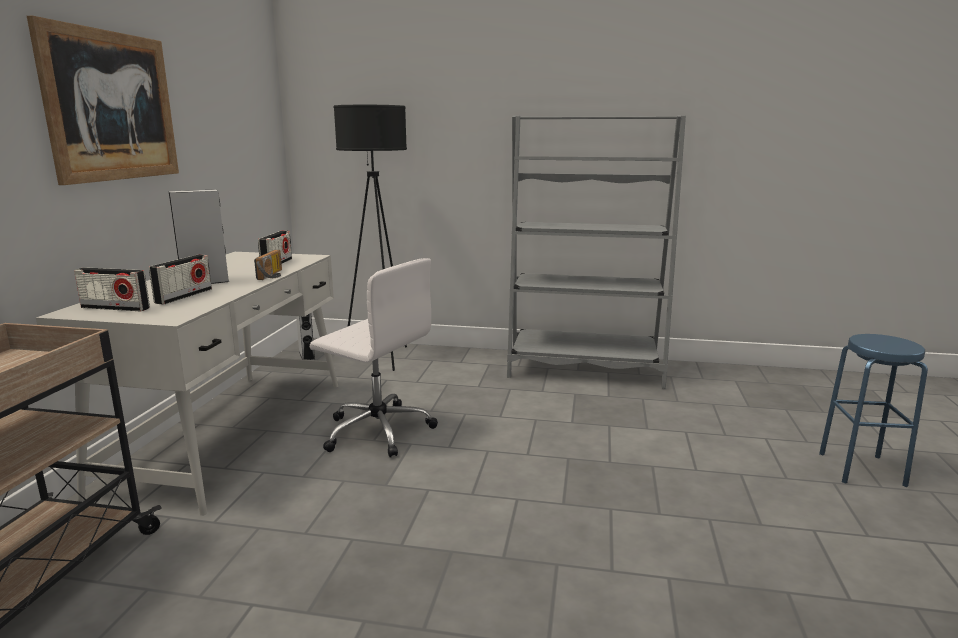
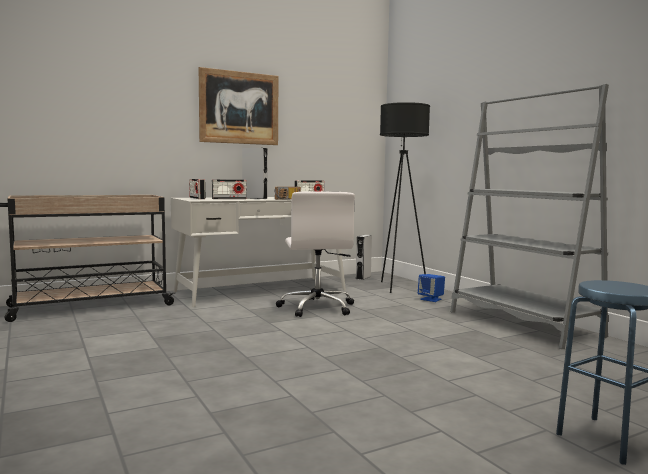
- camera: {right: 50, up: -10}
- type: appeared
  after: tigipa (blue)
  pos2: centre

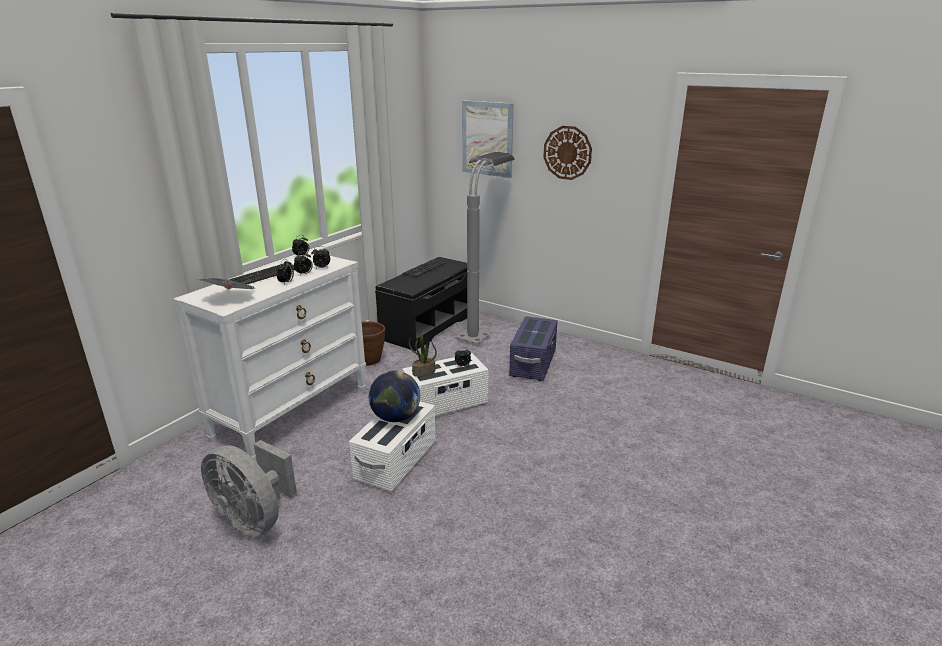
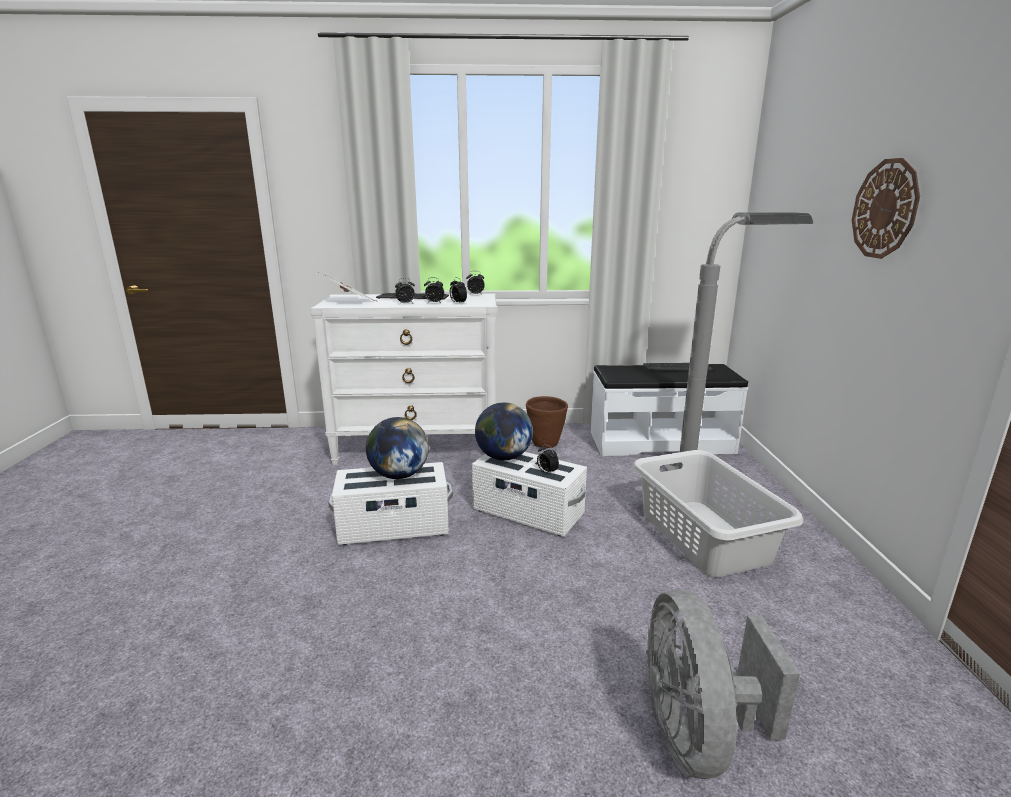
- camera: {right: 55, up: -5}
- type: exchanged
  before: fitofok
  after: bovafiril (no. 2 from left)
  pos1: centre
  pos2: centre
- type: colour
  before: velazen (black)
  after: velazen (white)
  pos1: centre
  pos2: centre
- type: exchanged
  before: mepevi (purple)
  after: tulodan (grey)
  pos1: centre
  pos2: middle right
- type: relocated
  before: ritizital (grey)
  pos1: bottom left
  pos2: bottom right
- type: missing
  before: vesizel
  pos1: top centre

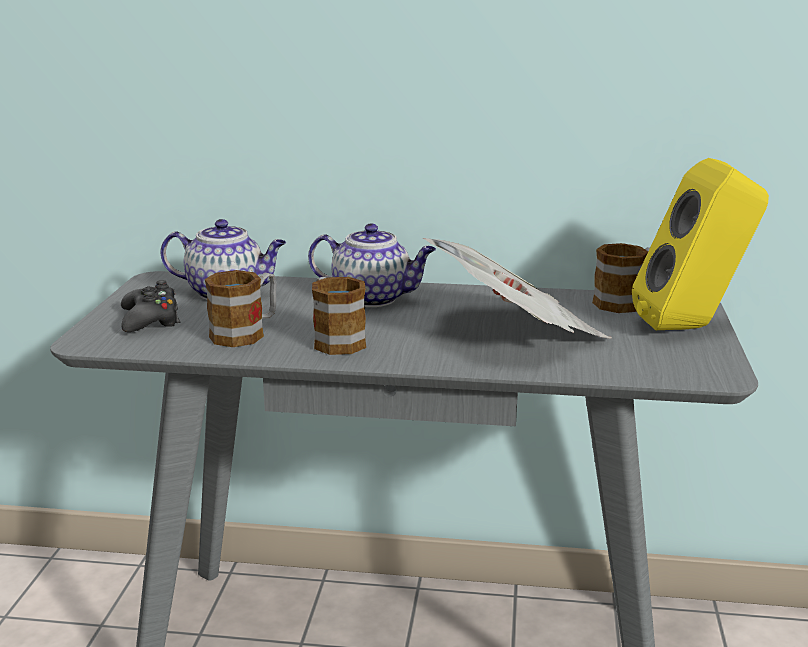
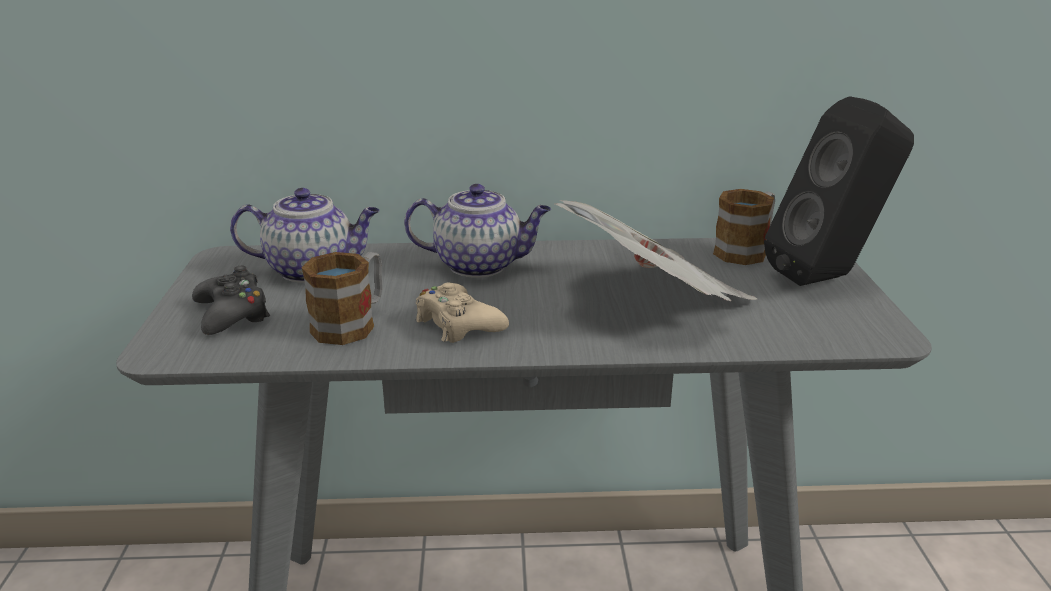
- camera: {right: -10, up: 5}
- type: exchanged
  before: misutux (no. 2 from left)
  after: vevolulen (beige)
  pos1: centre
  pos2: centre
- type: colour
  before: tigipa (yellow)
  after: tigipa (black)
  pos1: middle right
  pos2: top right

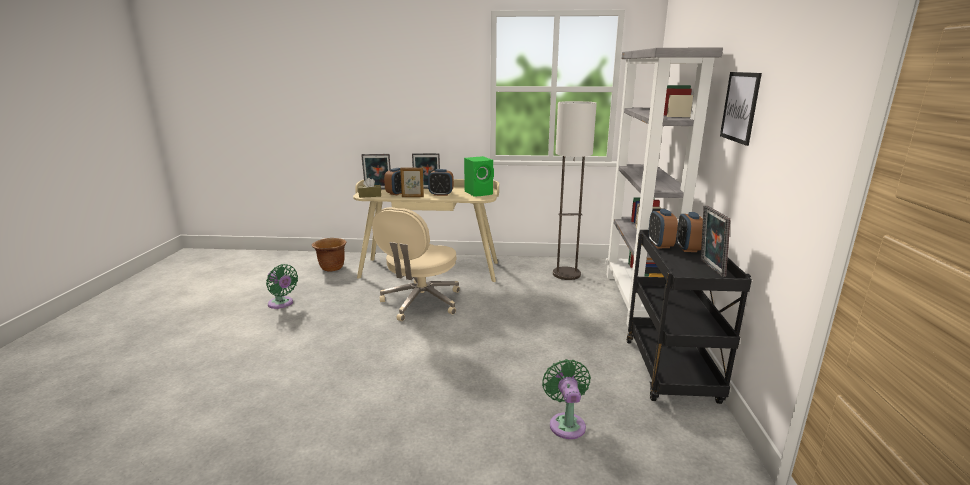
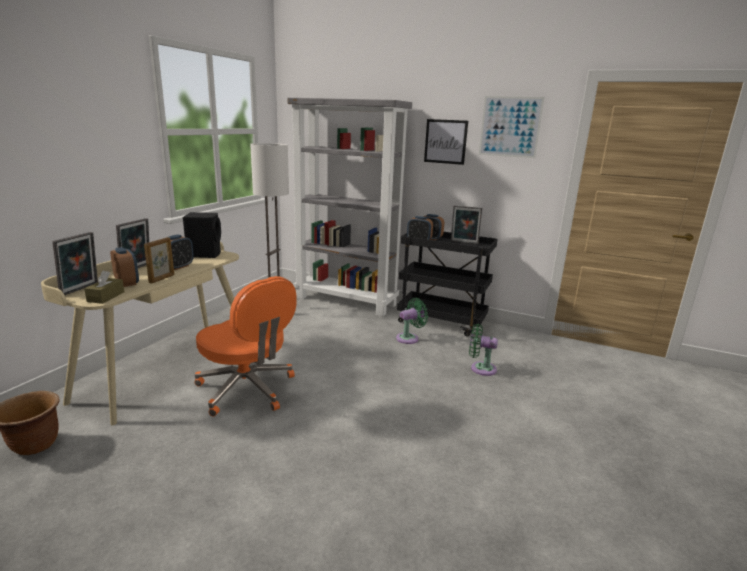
- camera: {right: -70, up: 0}
- type: colour
  before: tigipa (green)
  after: tigipa (black)
  pos1: centre
  pos2: middle left
- type: colour
  before: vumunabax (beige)
  after: vumunabax (orange)
  pos1: centre
  pos2: middle left
- type: relocated
  before: ritizital (green) (no. 1 from left)
  pos1: middle left
  pos2: centre
- type: appeared
  after: vesizel (no. 2 from left)
  pos2: top right

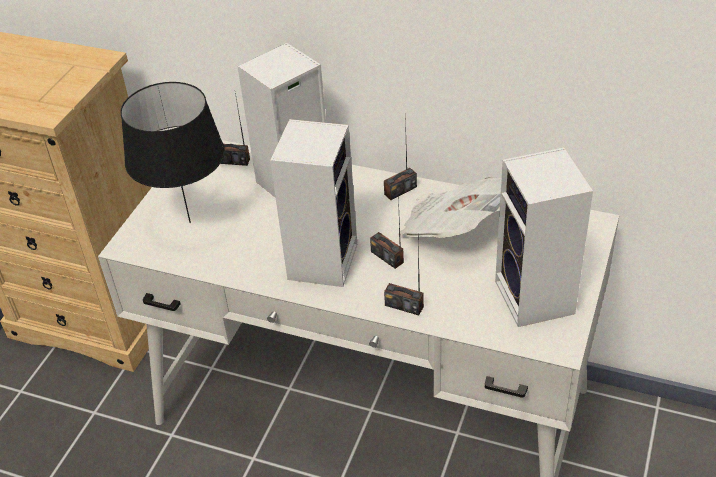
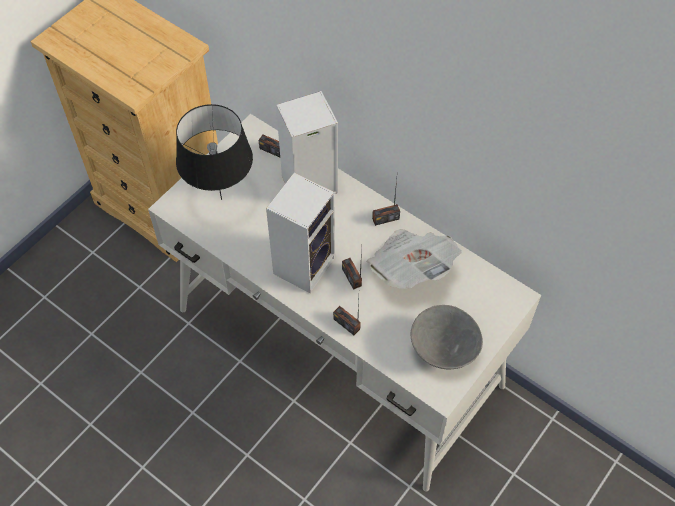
- camera: {right: 15, up: 15}
- type: exchanged
  before: tigipa (no. 3 from left)
  after: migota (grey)
  pos1: middle right
  pos2: centre

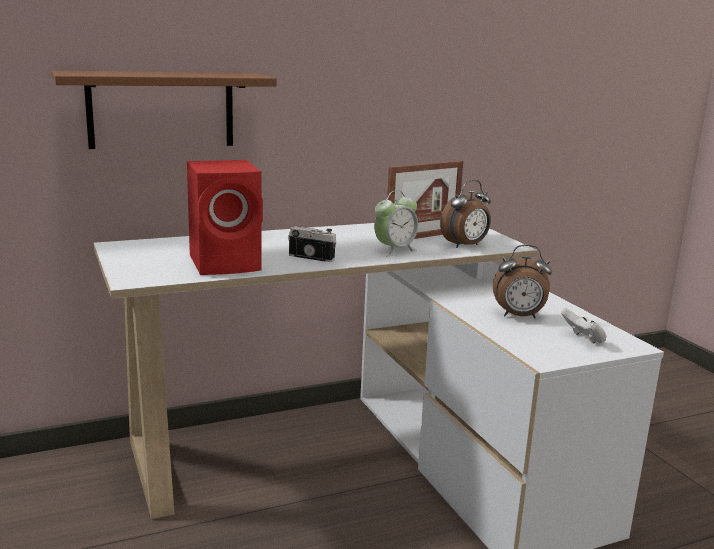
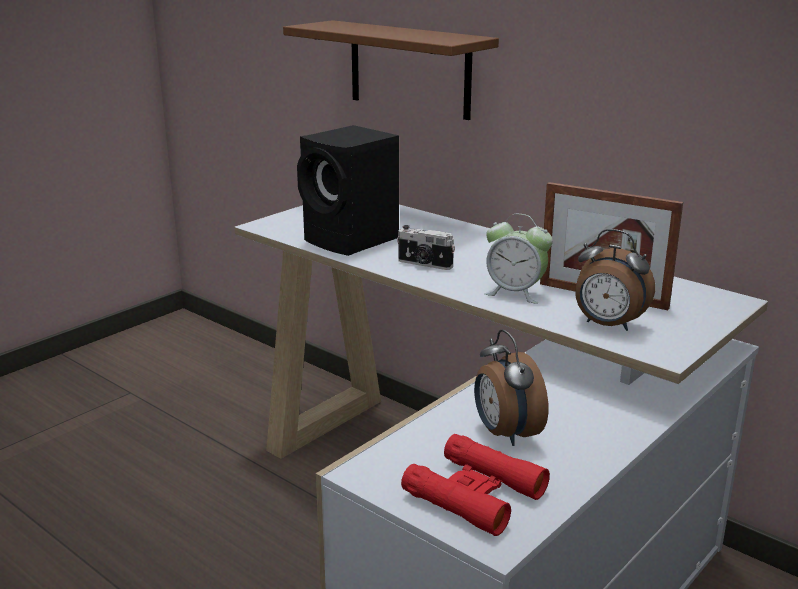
- camera: {right: 65, up: 5}
- type: colour
  before: tigipa (red)
  after: tigipa (black)
  pos1: middle left
  pos2: top centre
- type: spun
  before: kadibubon
  pos1: centre
  pos2: centre
  turn: 120
- type: exchanged
  before: vevolulen (white)
  after: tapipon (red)
  pos1: middle right
  pos2: bottom centre

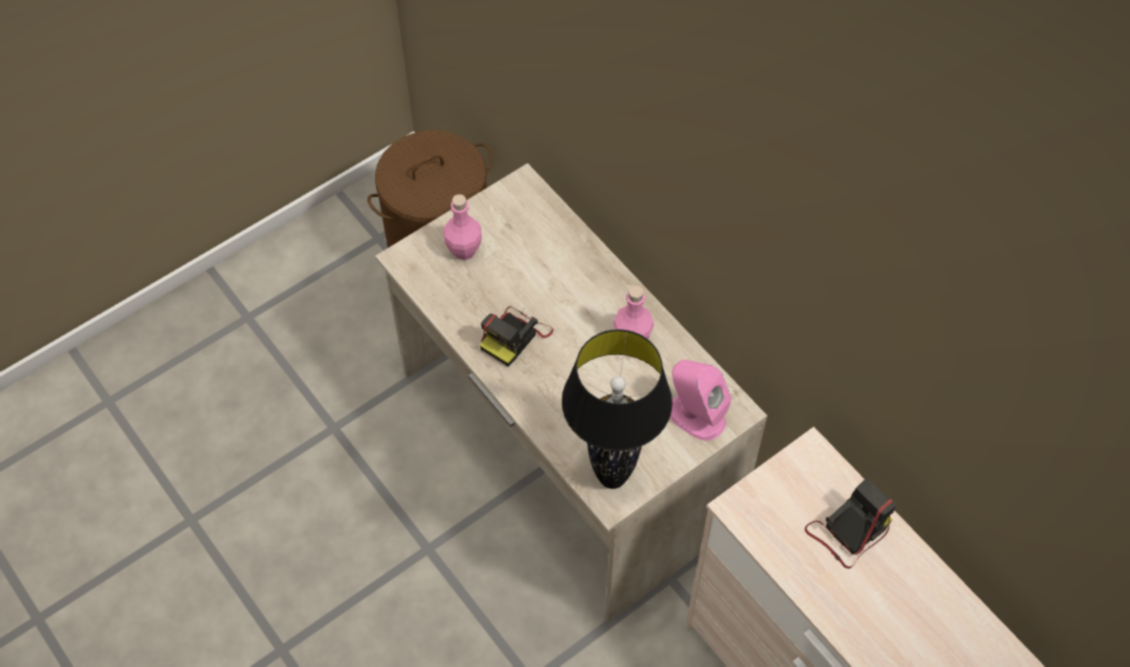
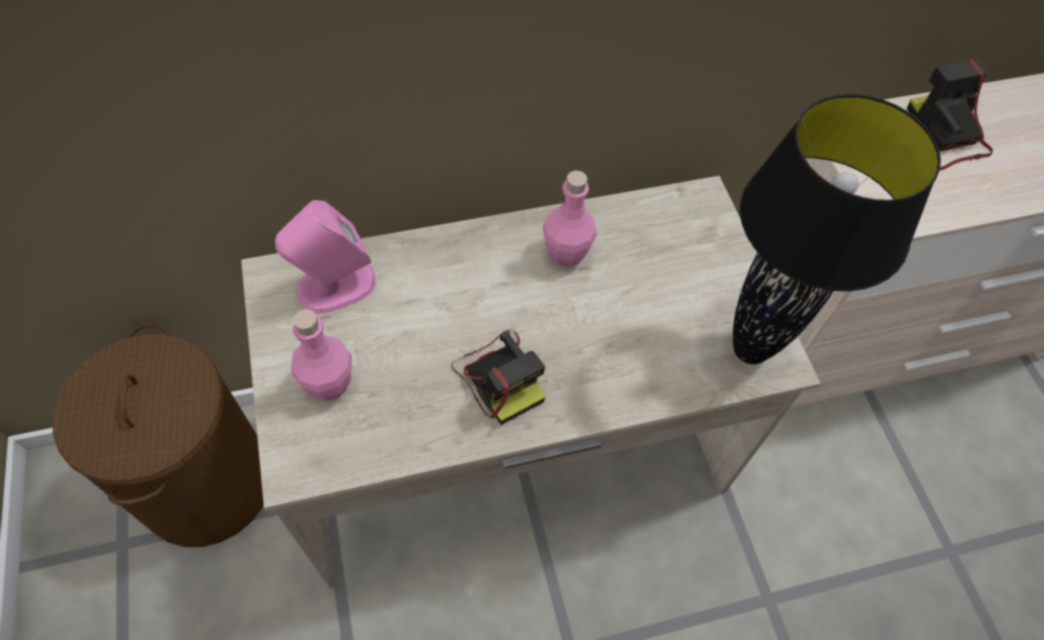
- camera: {right: -70, up: 0}
- type: relocated
  before: tigipa (pink)
  pos1: centre
  pos2: middle left

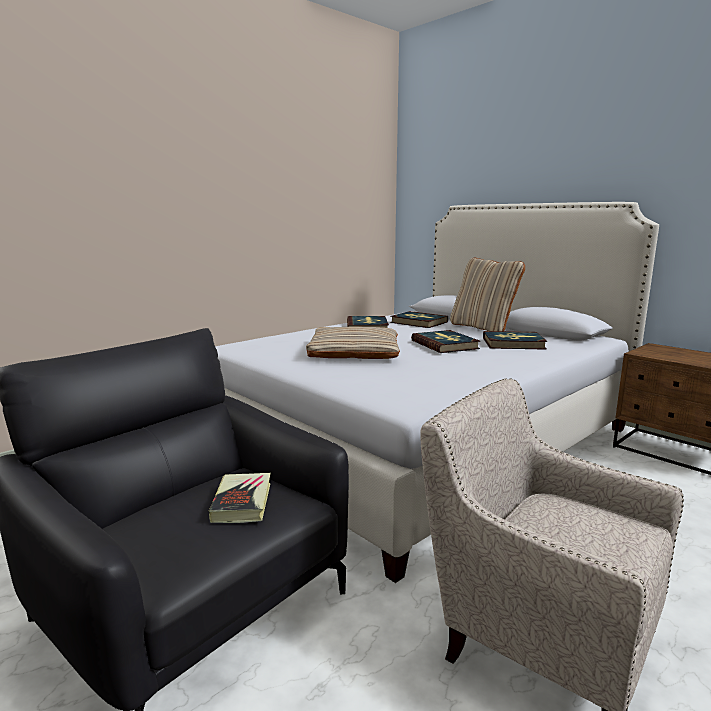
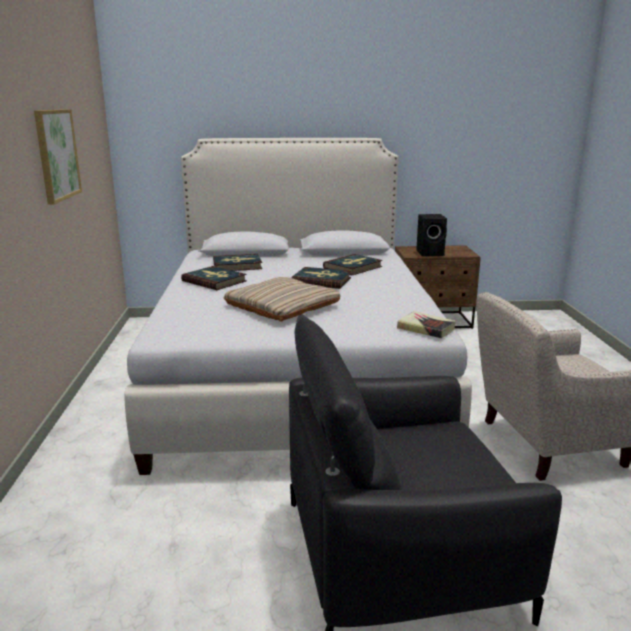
- camera: {right: -50, up: 5}
- type: appeared
  after: vesizel
  pos2: top left
- type: relocated
  before: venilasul (no. 1 from left in the first image)
  after: venilasul (no. 5 from left)
  pos1: bottom centre
  pos2: middle right
- type: appeared
  after: tigipa (black)
  pos2: middle right
- type: missing
  before: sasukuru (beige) (no. 2 from left)
  pos1: middle right

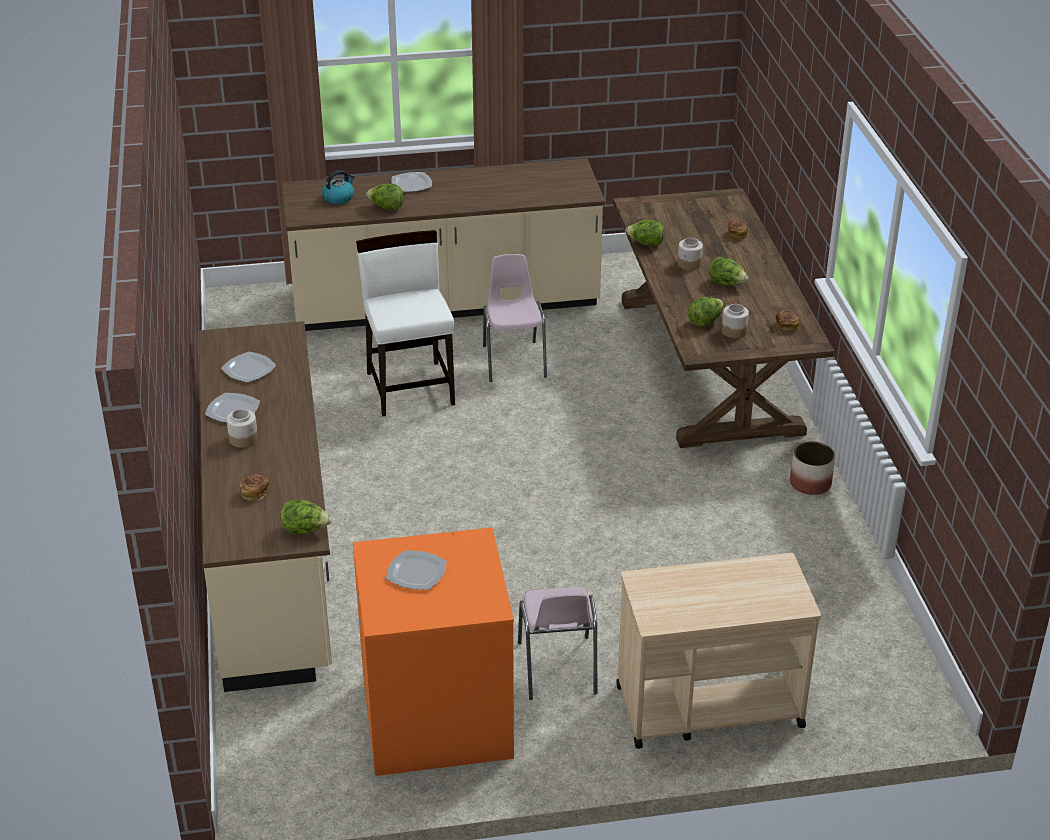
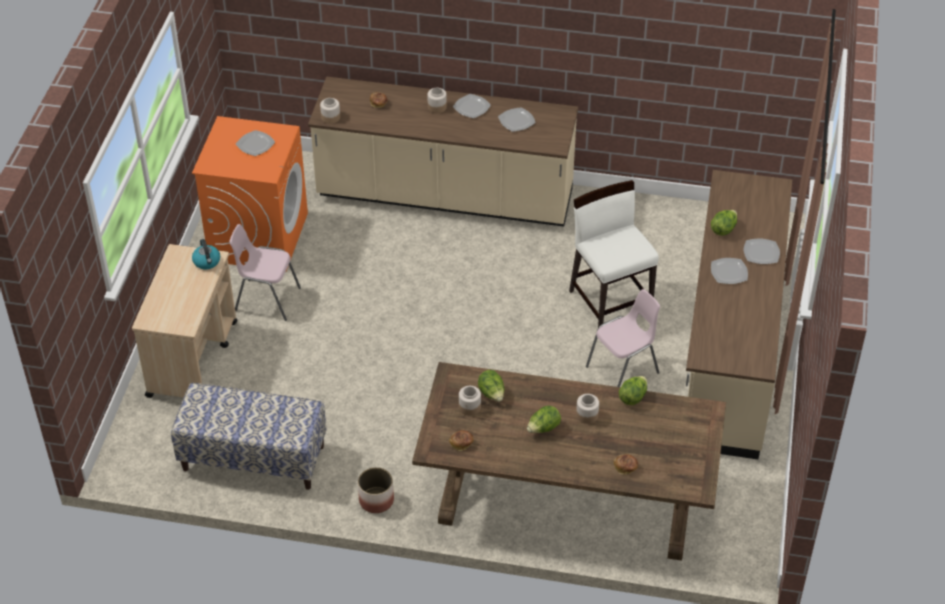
- camera: {right: 110, up: 10}
- type: appeared
  after: velazen
  pos2: bottom left
- type: relocated
  before: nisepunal
  pos1: top left
  pos2: middle left
- type: exchanged
  before: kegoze (no. 1 from left)
  after: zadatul (no. 1 from left)
  pos1: middle left
  pos2: top centre
- type: spun
  before: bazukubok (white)
  pos1: centre
  pos2: centre
  turn: -120
- type: spun
  before: bazukubok (pink) (no. 1 from left in the first image)
  pos1: centre
  pos2: centre
  turn: -45
- type: appeared
  after: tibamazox (no. 4 from left)
  pos2: middle right

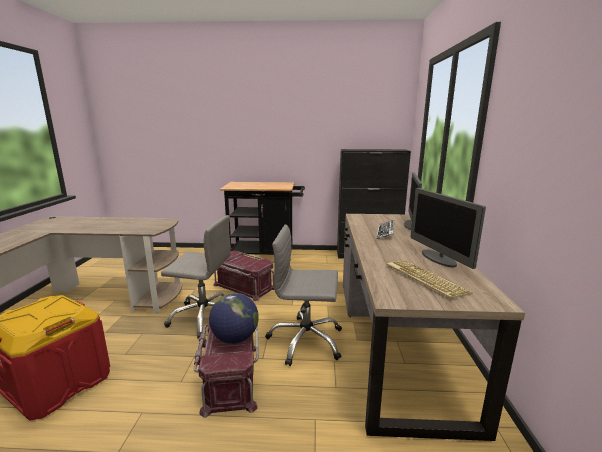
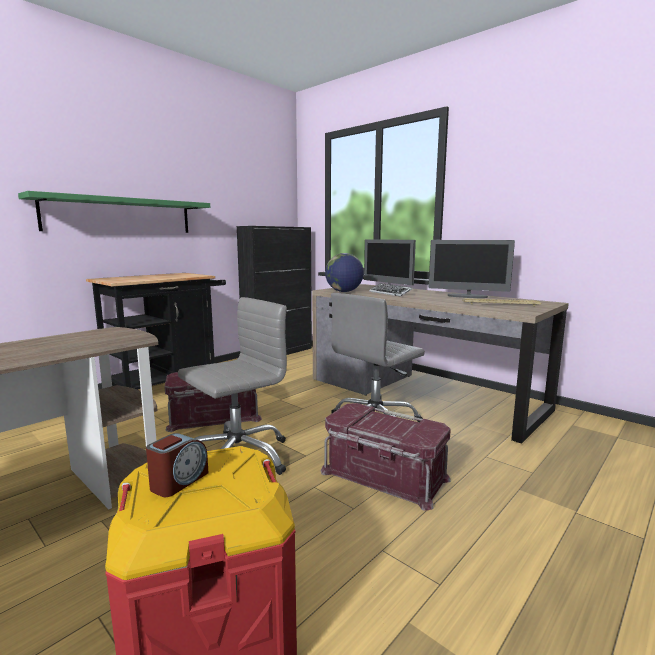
- camera: {right: -50, up: -5}
- type: appeared
  after: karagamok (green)
  pos2: top left
- type: appeared
  after: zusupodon
  pos2: bottom left
- type: relocated
  before: bovafiril
  pos1: bottom centre
  pos2: centre

